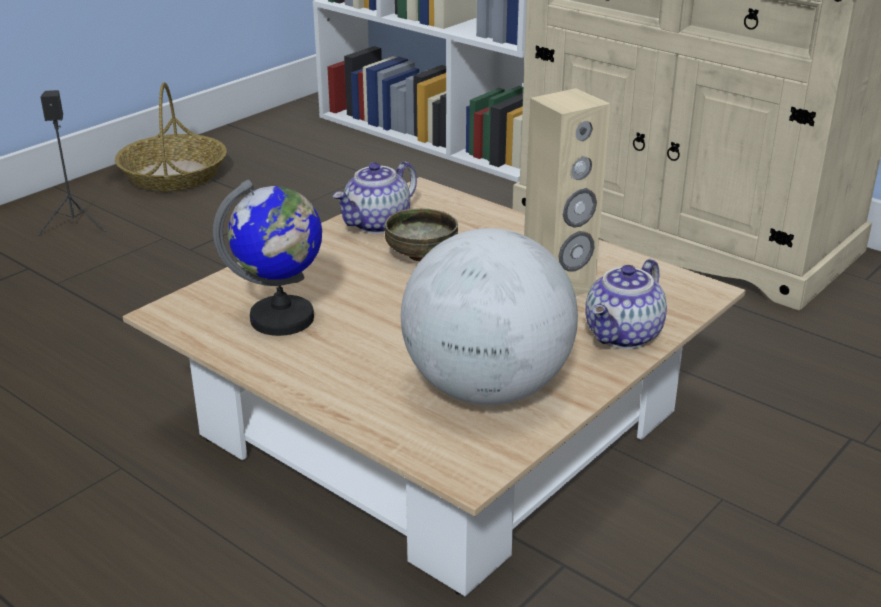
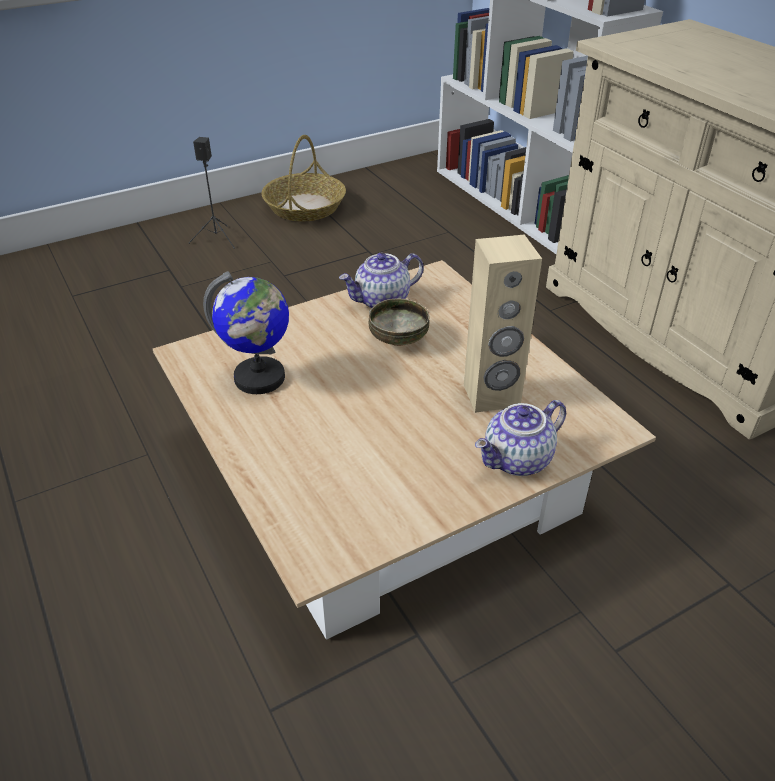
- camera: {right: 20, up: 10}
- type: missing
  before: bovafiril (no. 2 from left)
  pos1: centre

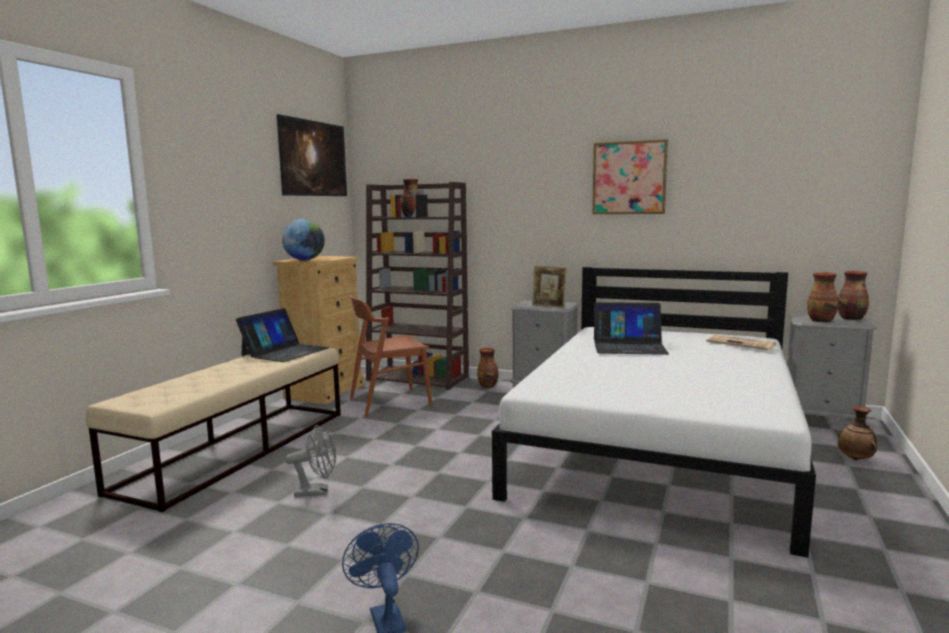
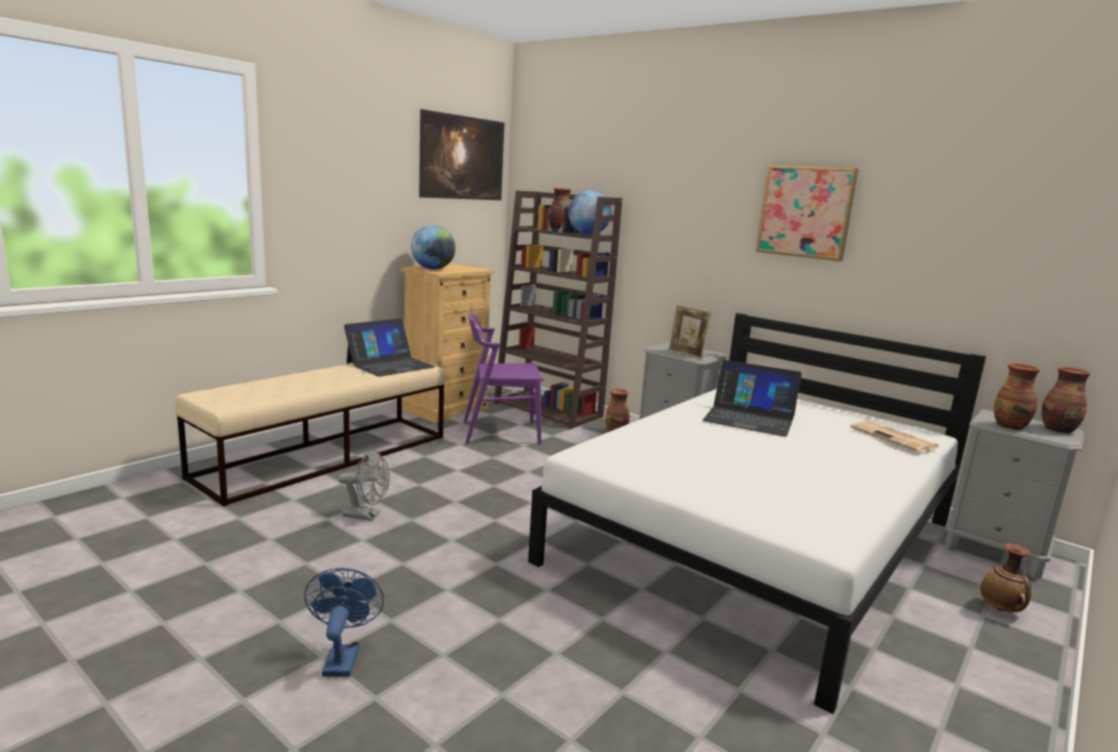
- camera: {right: 15, up: 5}
- type: colour
  before: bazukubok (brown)
  after: bazukubok (purple)
  pos1: centre
  pos2: centre
- type: appeared
  after: bovafiril (no. 2 from left)
  pos2: top centre

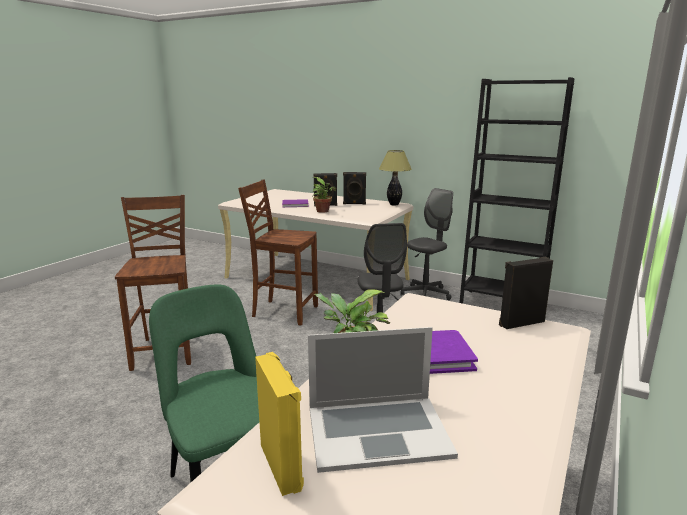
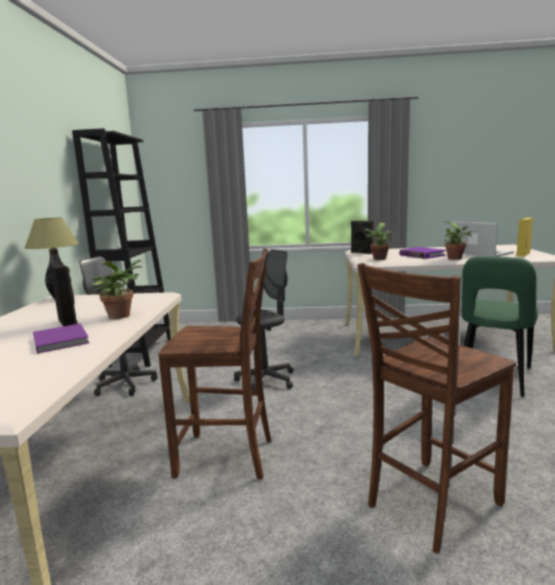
- camera: {right: -115, up: -5}
- type: spun
  before: bazukubok (brown) (no. 2 from left in the first image)
  pos1: centre
  pos2: centre
  turn: -75
- type: appeared
  after: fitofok (no. 2 from left)
  pos2: middle right
- type: missing
  before: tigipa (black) (no. 2 from left)
  pos1: centre

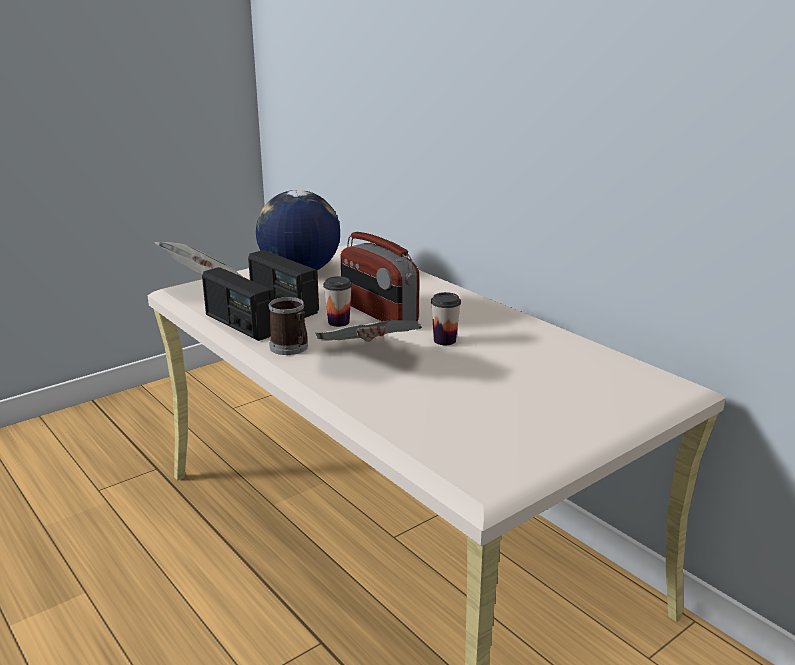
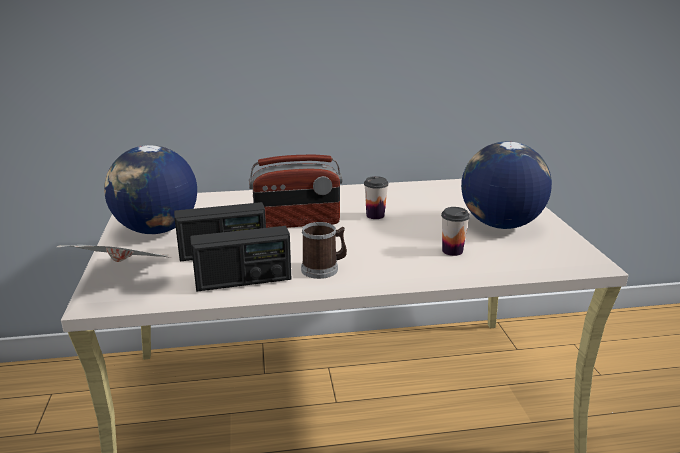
- camera: {right: -60, up: 0}
- type: relocated
  before: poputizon (no. 1 from left in the first image)
  after: poputizon (no. 2 from left)
  pos1: centre
  pos2: middle right
- type: appeared
  after: bovafiril (no. 2 from left)
  pos2: middle right
- type: missing
  before: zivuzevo (no. 2 from left)
  pos1: centre

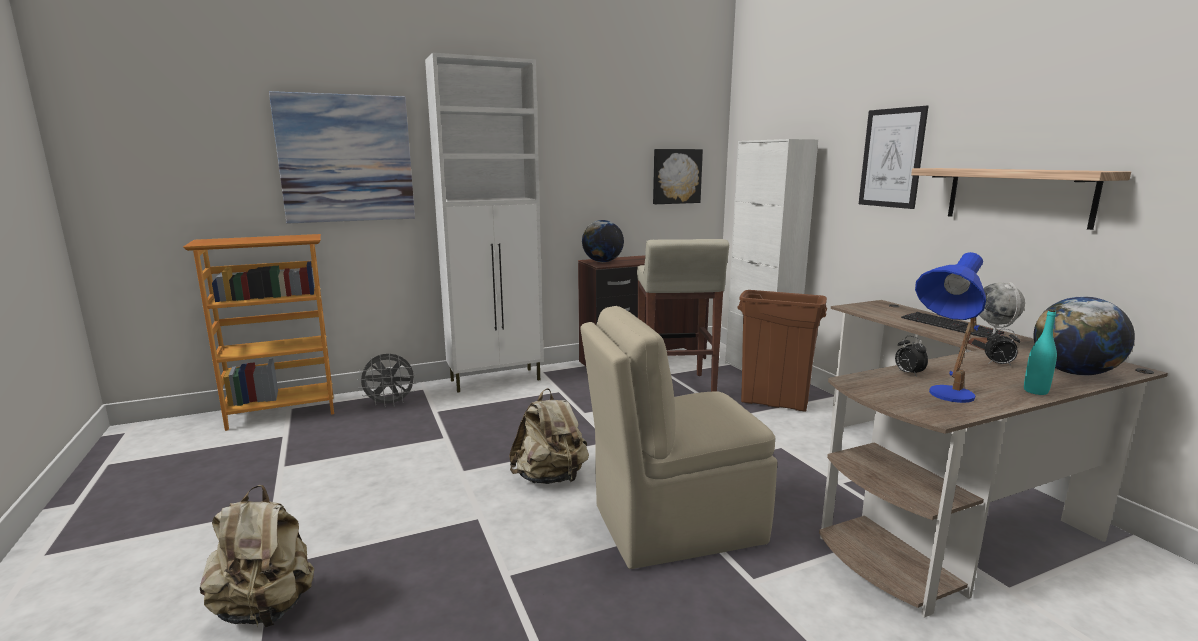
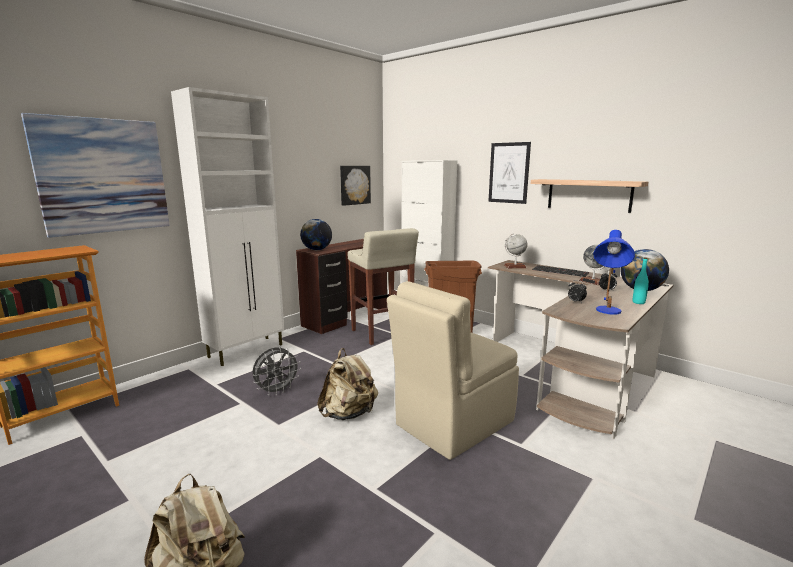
- camera: {right: -25, up: 0}
- type: relocated
  before: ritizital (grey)
  pos1: middle left
  pos2: centre
- type: appeared
  after: bovafiril (no. 2 from left)
  pos2: centre

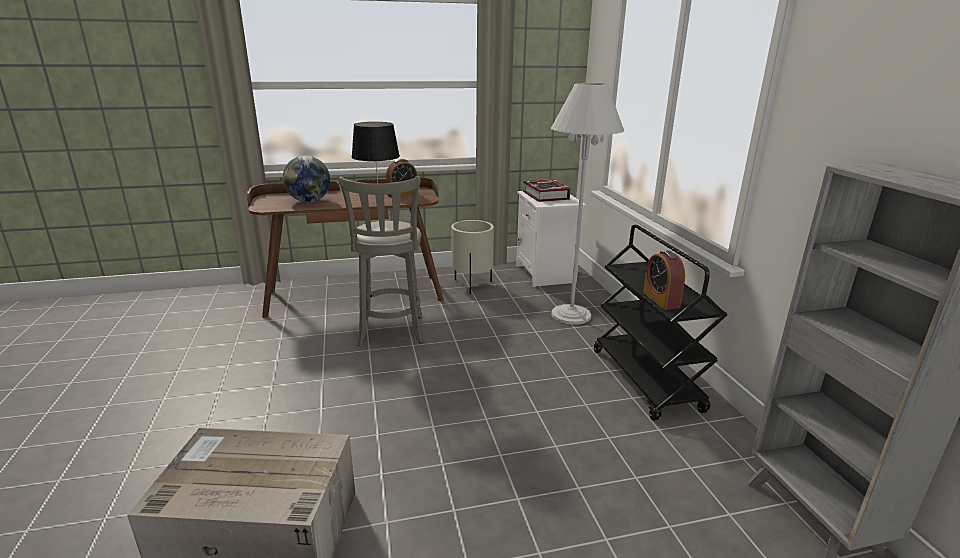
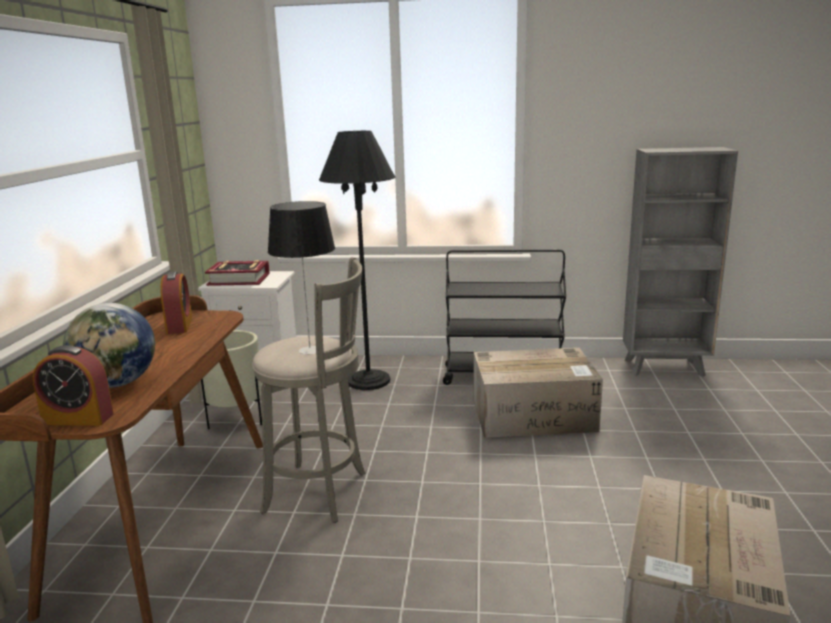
- camera: {right: -70, up: -5}
- type: relocated
  before: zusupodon (no. 2 from left in the first image)
  after: zusupodon (no. 1 from left)
  pos1: middle right
  pos2: middle left
- type: colour
  before: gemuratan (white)
  after: gemuratan (black)
  pos1: centre
  pos2: centre
- type: appeared
  after: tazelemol (no. 1 from left)
  pos2: centre

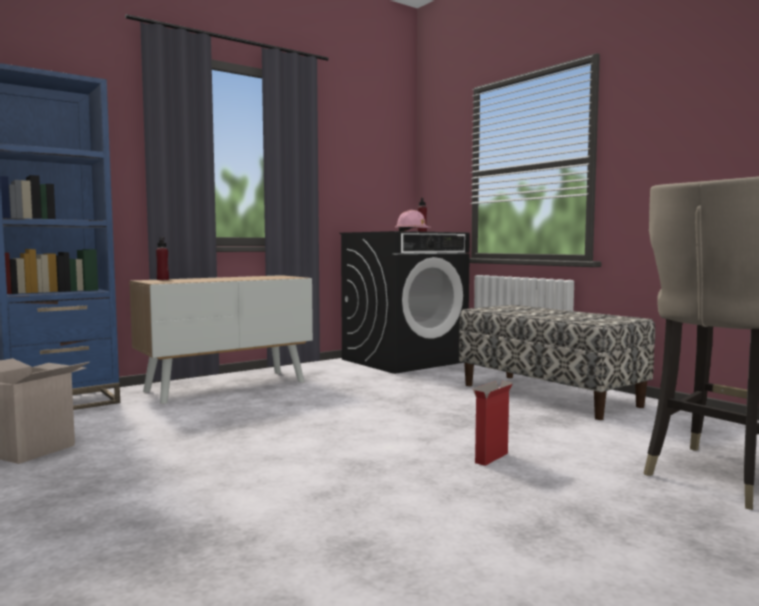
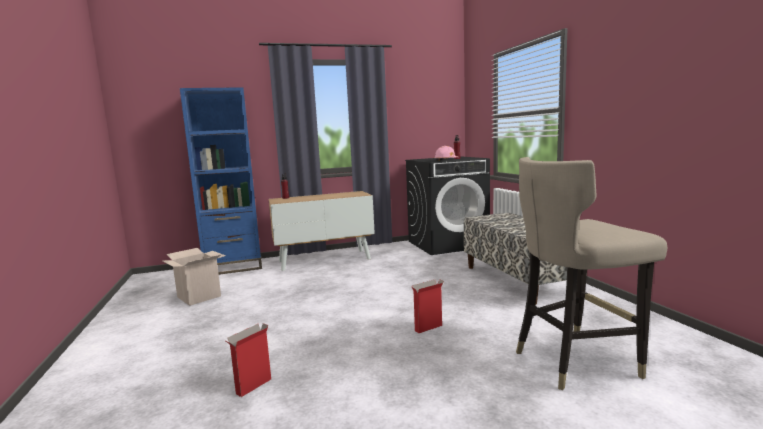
- camera: {right: 20, up: 5}
- type: appeared
  after: tazelemol (no. 2 from left)
  pos2: bottom left

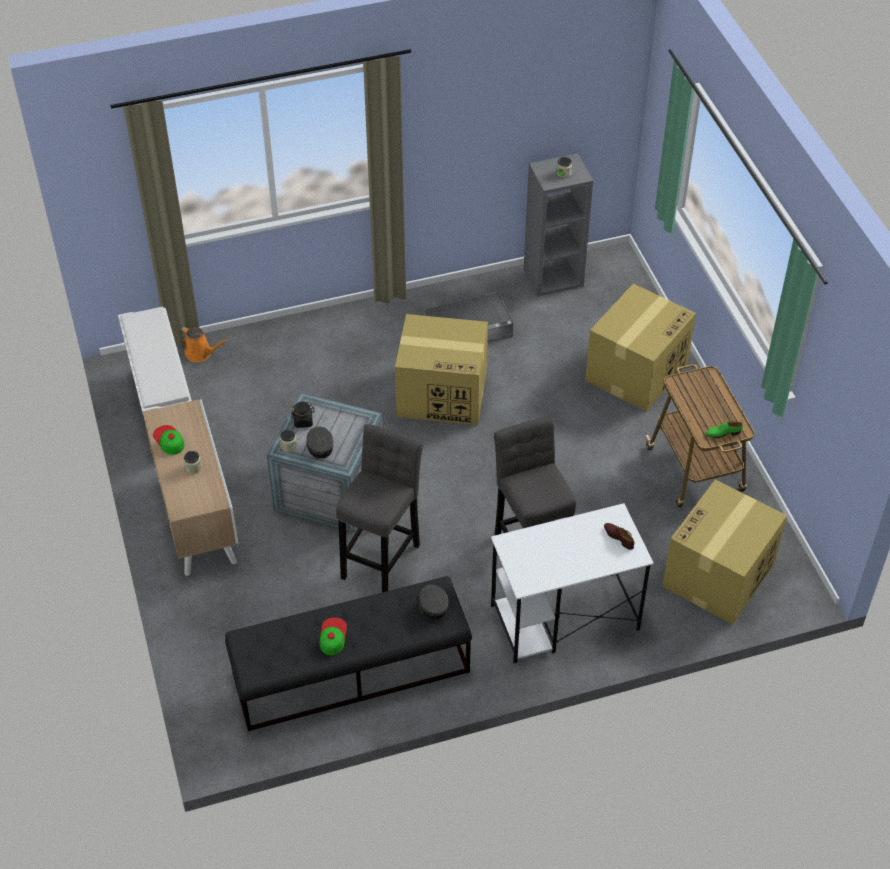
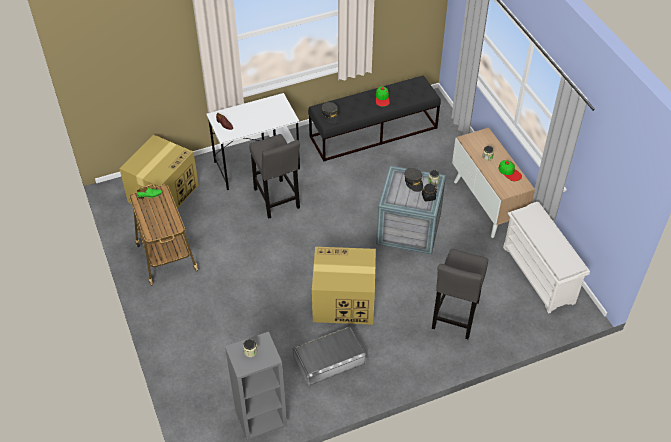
- camera: {right: 175, up: 0}
- type: relocated
  before: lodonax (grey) (no. 1 from left in the first image)
  after: lodonax (grey) (no. 2 from left)
  pos1: centre
  pos2: middle right
- type: missing
  before: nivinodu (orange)
  pos1: middle left
- type: missing
  before: tazelemol (no. 2 from left)
  pos1: middle right

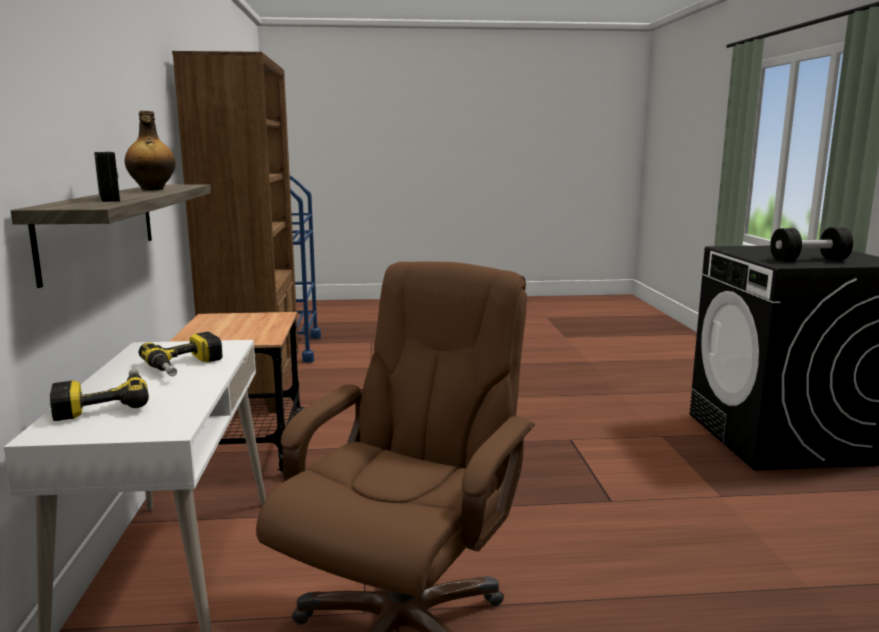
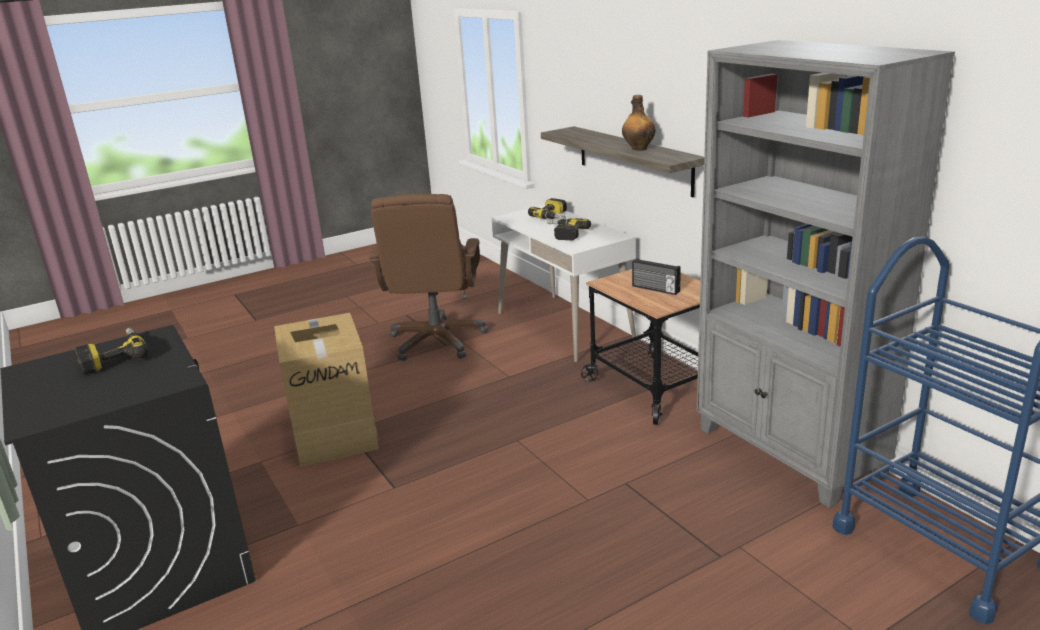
- camera: {right: 155, up: 10}
- type: exchanged
  before: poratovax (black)
  after: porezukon (no. 1 from left)
  pos1: middle right
  pos2: middle left
- type: appeared
  after: tazelemol
  pos2: middle left
- type: relocated
  before: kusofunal
  pos1: top left
  pos2: centre
- type: colour
  before: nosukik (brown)
  after: nosukik (grey)
  pos1: middle left
  pos2: middle right

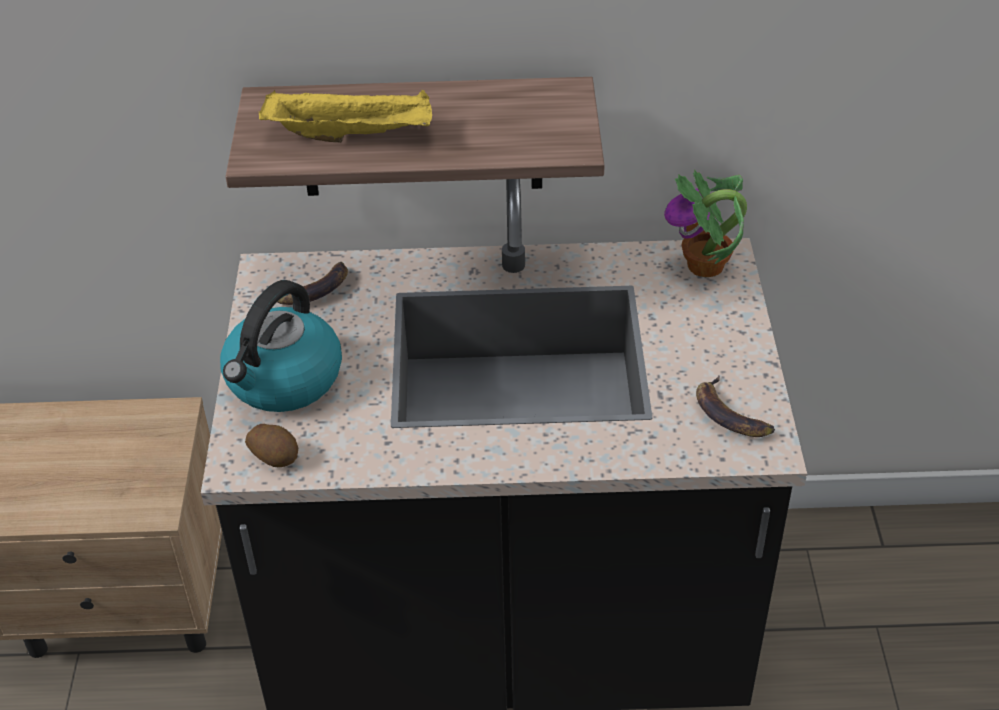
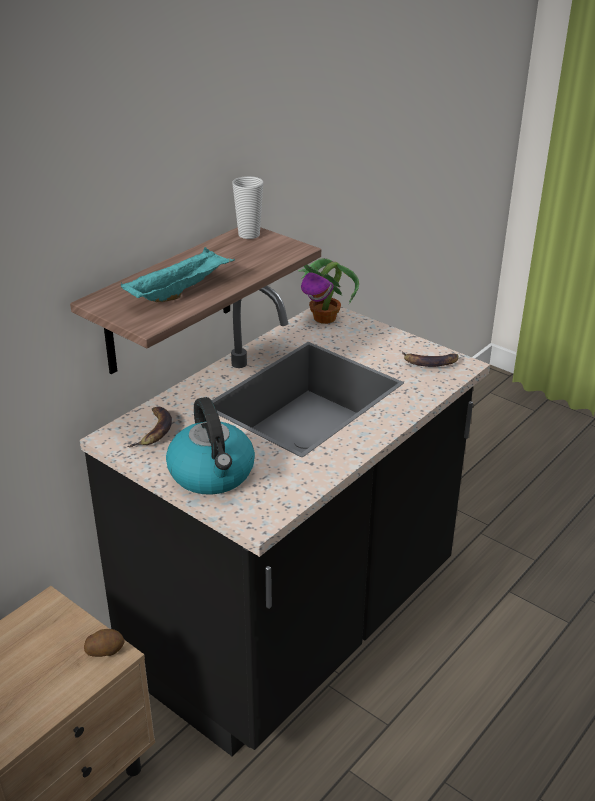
- camera: {right: -50, up: -10}
- type: relocated
  before: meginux
  pos1: middle left
  pos2: bottom left
- type: colour
  before: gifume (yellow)
  after: gifume (turquoise)
  pos1: top centre
  pos2: middle left
- type: appeared
  after: poputizon
  pos2: top centre

